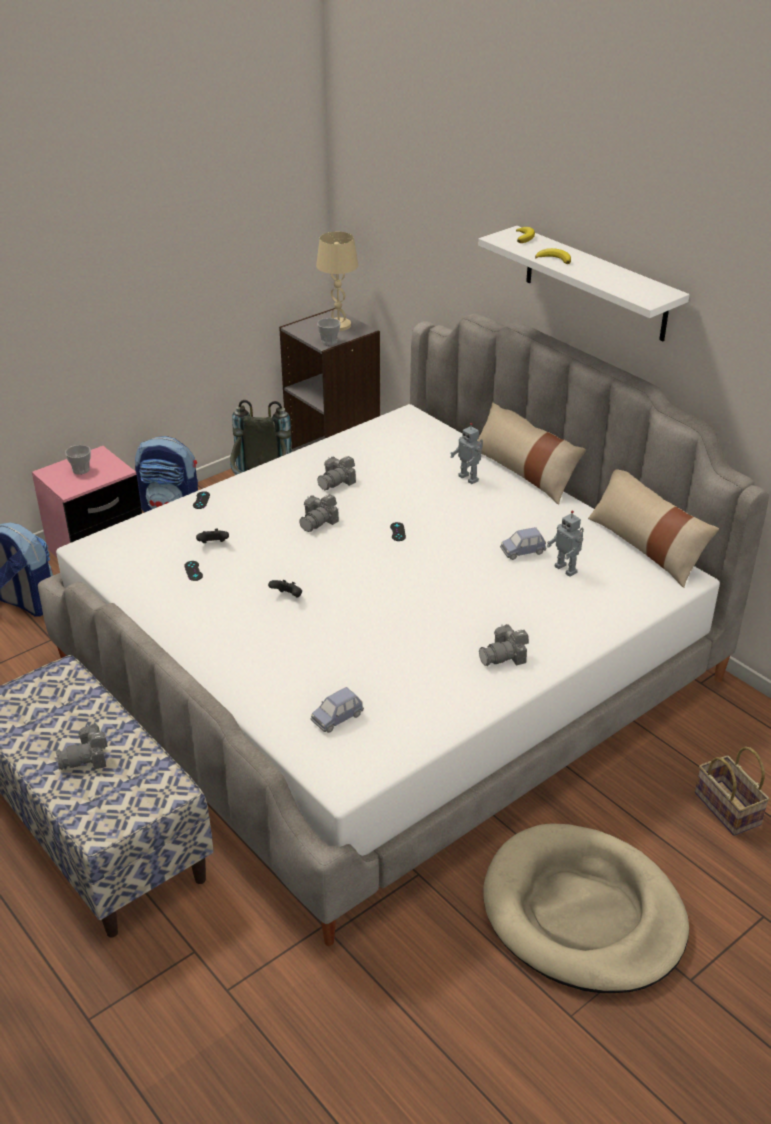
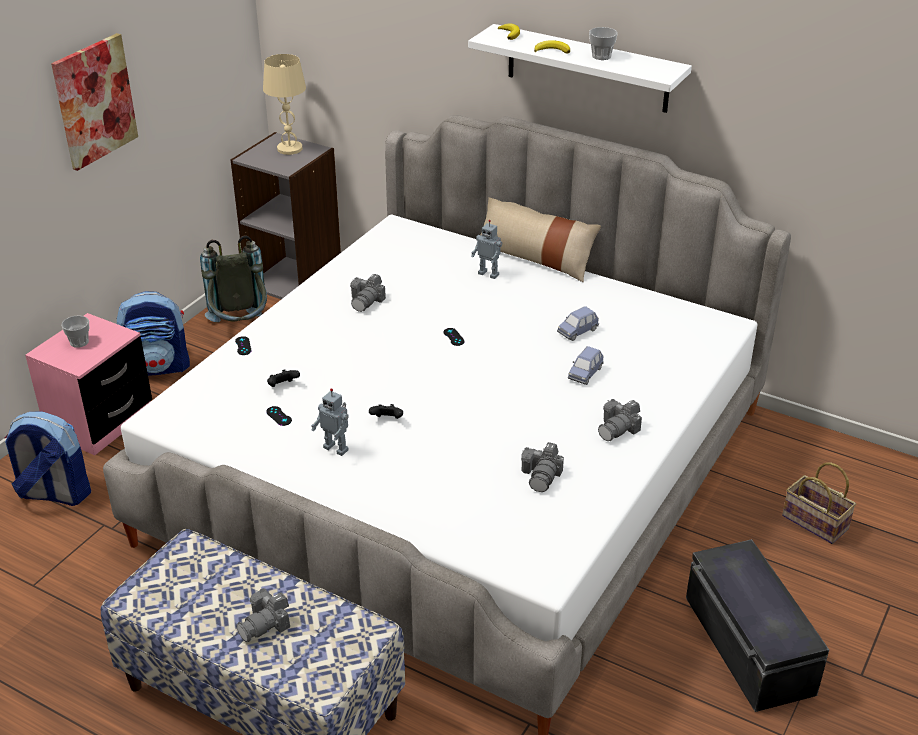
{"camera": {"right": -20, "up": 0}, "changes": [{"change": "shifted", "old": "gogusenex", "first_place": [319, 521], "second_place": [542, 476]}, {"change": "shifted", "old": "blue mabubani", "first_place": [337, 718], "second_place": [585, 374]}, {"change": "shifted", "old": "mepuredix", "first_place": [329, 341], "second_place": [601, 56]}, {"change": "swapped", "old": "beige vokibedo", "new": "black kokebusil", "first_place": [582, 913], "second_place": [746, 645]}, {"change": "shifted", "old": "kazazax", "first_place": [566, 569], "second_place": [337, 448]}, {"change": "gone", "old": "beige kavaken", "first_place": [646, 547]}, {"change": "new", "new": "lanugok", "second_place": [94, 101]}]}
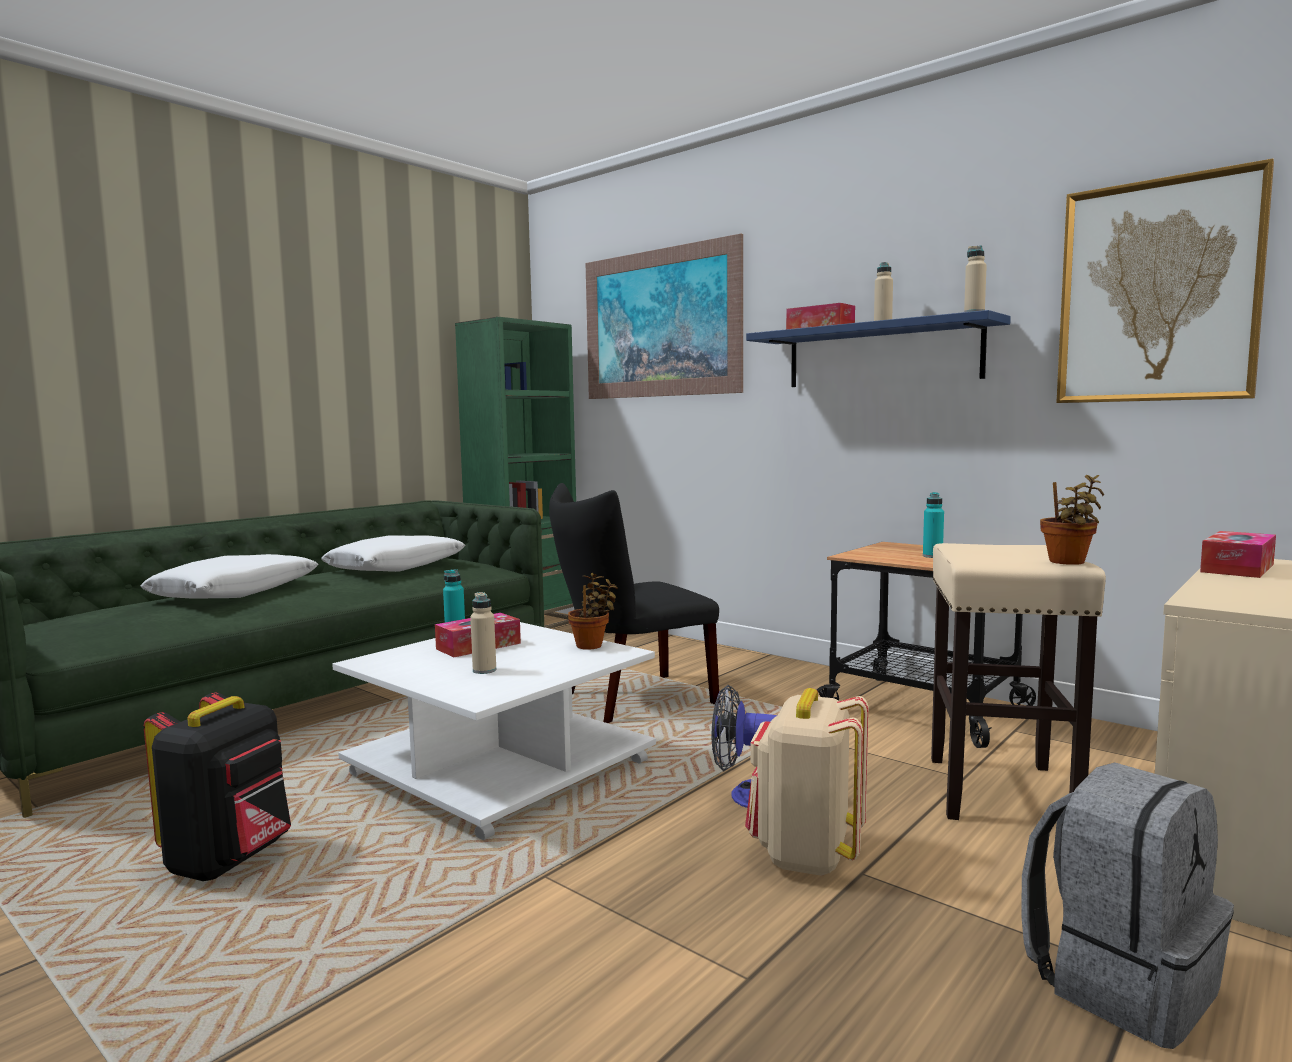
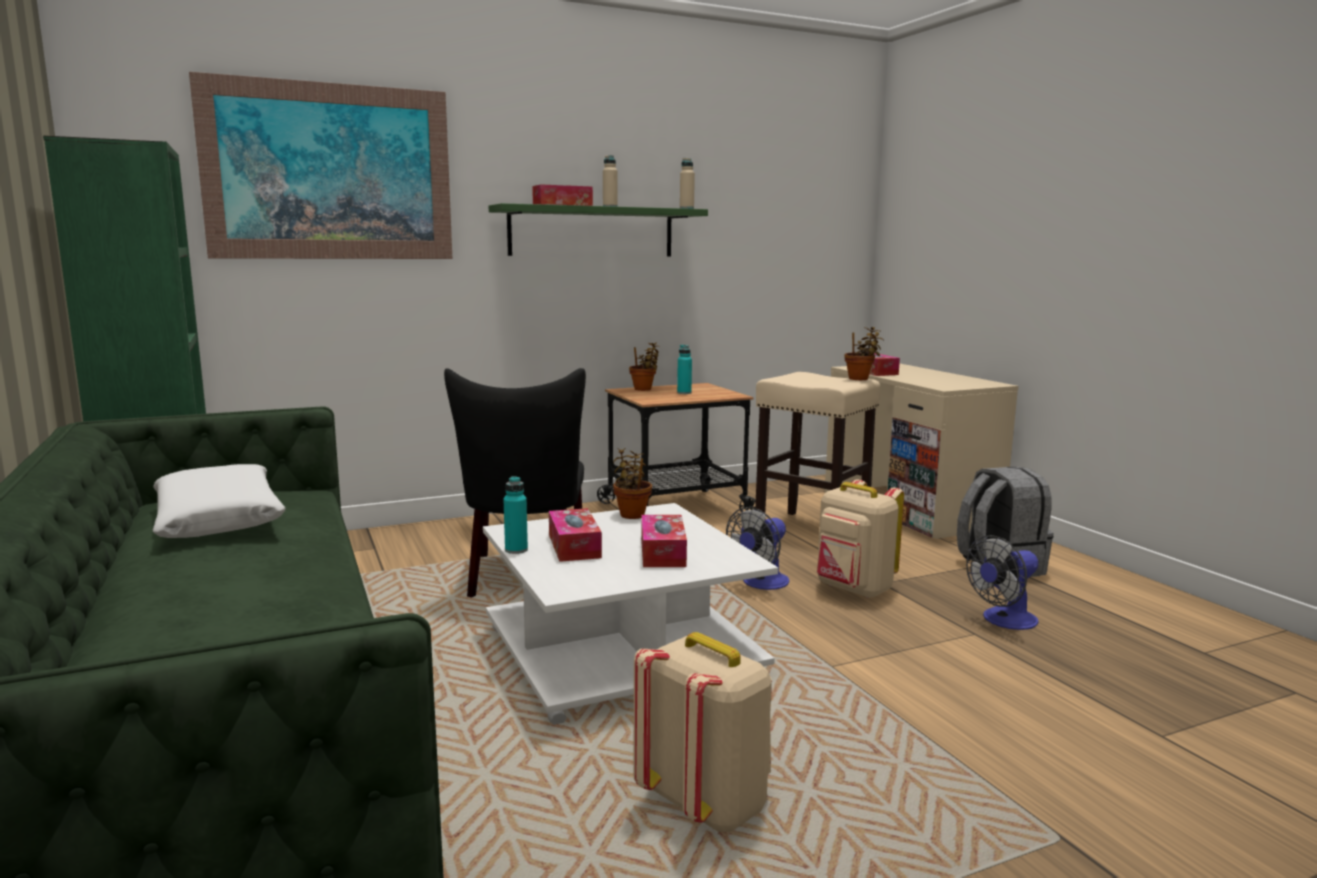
{"camera": {"right": -65, "up": 5}, "changes": [{"change": "gone", "old": "white kavaken", "first_place": [235, 592]}, {"change": "repainted", "old": "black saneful", "new": "beige saneful", "first_place": [230, 860], "second_place": [706, 804]}, {"change": "swapped", "old": "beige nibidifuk", "new": "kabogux", "first_place": [484, 670], "second_place": [662, 552]}, {"change": "repainted", "old": "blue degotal", "new": "green degotal", "first_place": [881, 355], "second_place": [592, 232]}, {"change": "gone", "old": "lanugok", "first_place": [1157, 292]}, {"change": "new", "new": "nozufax", "second_place": [644, 389]}, {"change": "new", "new": "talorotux", "second_place": [1003, 621]}]}
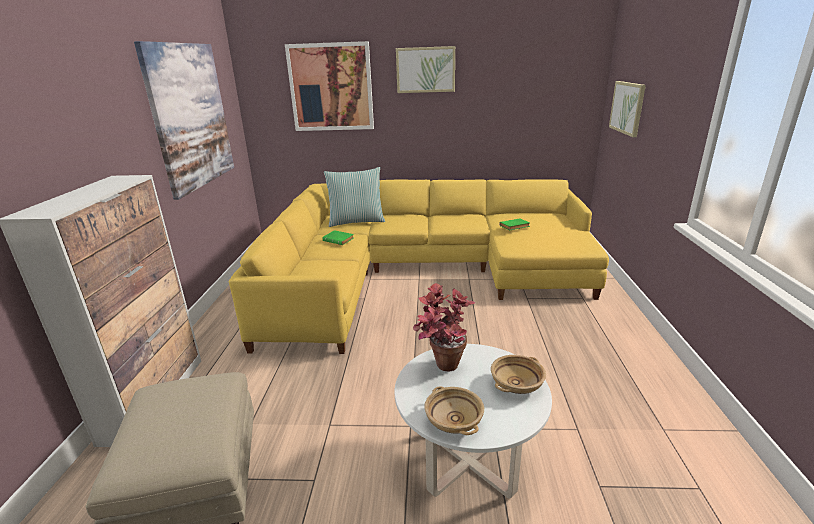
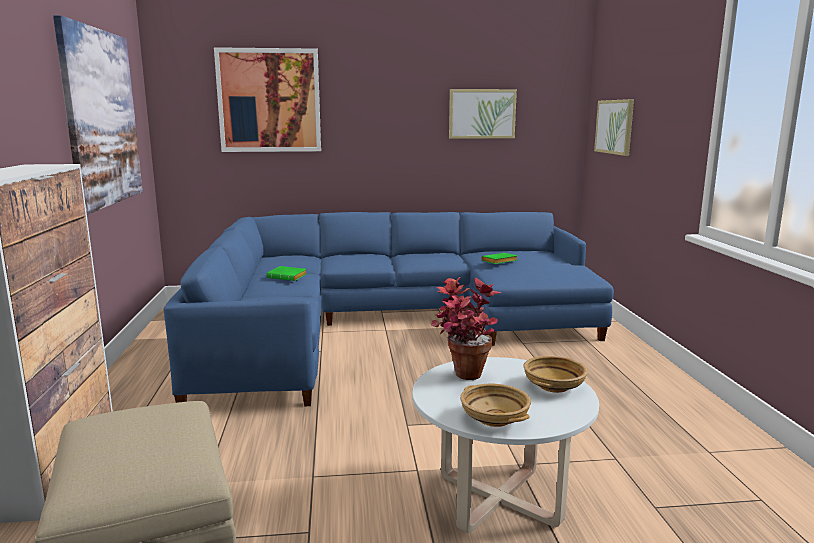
{"camera": {"right": -10, "up": -10}, "changes": [{"change": "repainted", "old": "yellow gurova", "new": "blue gurova", "first_place": [420, 274], "second_place": [385, 325]}, {"change": "gone", "old": "kavaken", "first_place": [356, 221]}, {"change": "shifted", "old": "lanugok", "first_place": [425, 70], "second_place": [482, 114]}]}
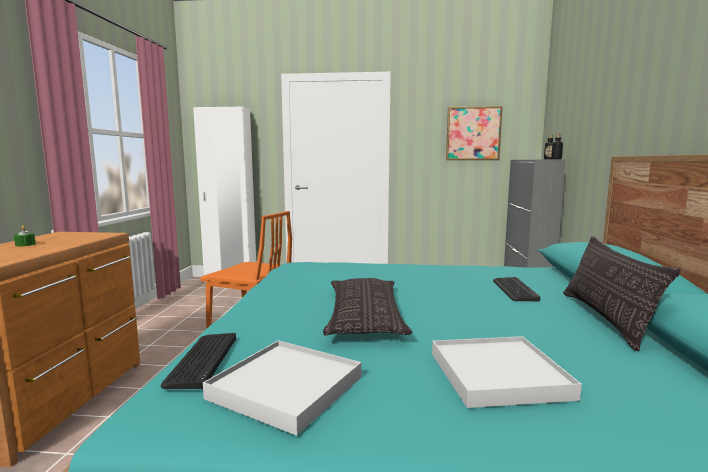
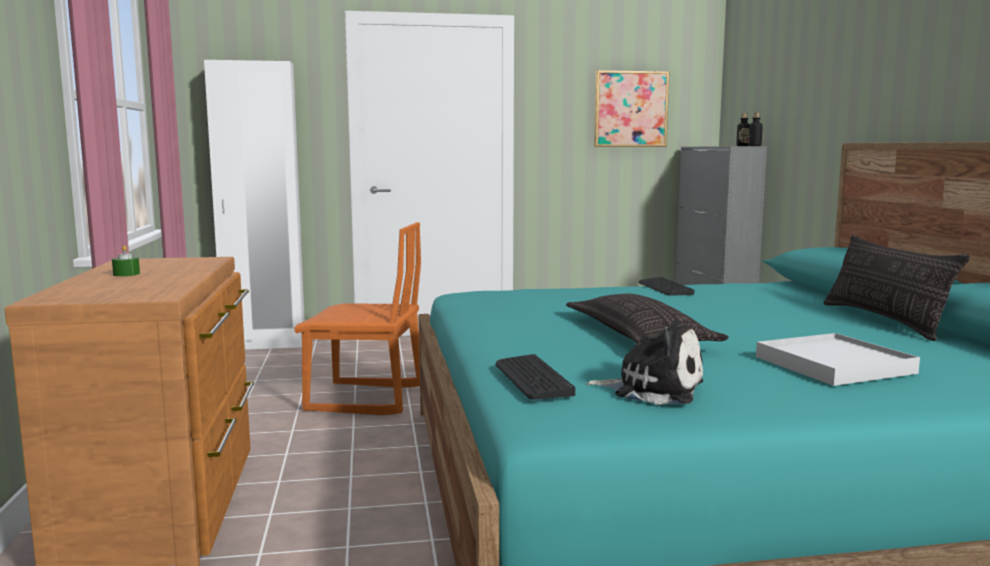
{"camera": {"right": -15, "up": 0}, "changes": [{"change": "swapped", "old": "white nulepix", "new": "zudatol", "first_place": [286, 387], "second_place": [652, 389]}, {"change": "shifted", "old": "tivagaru", "first_place": [514, 290], "second_place": [664, 288]}]}
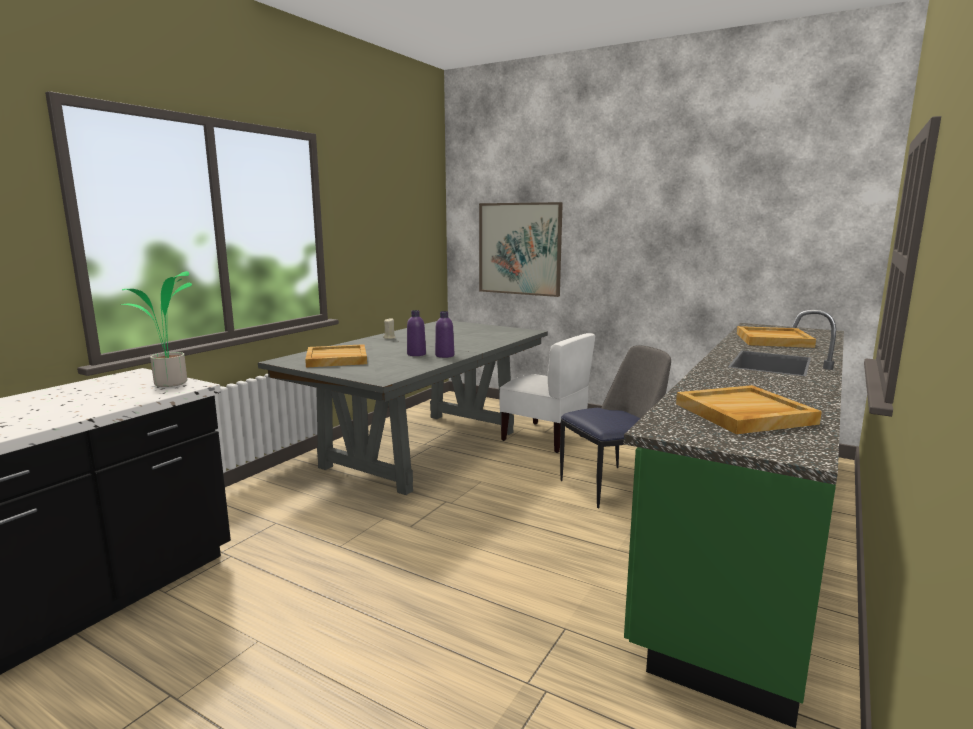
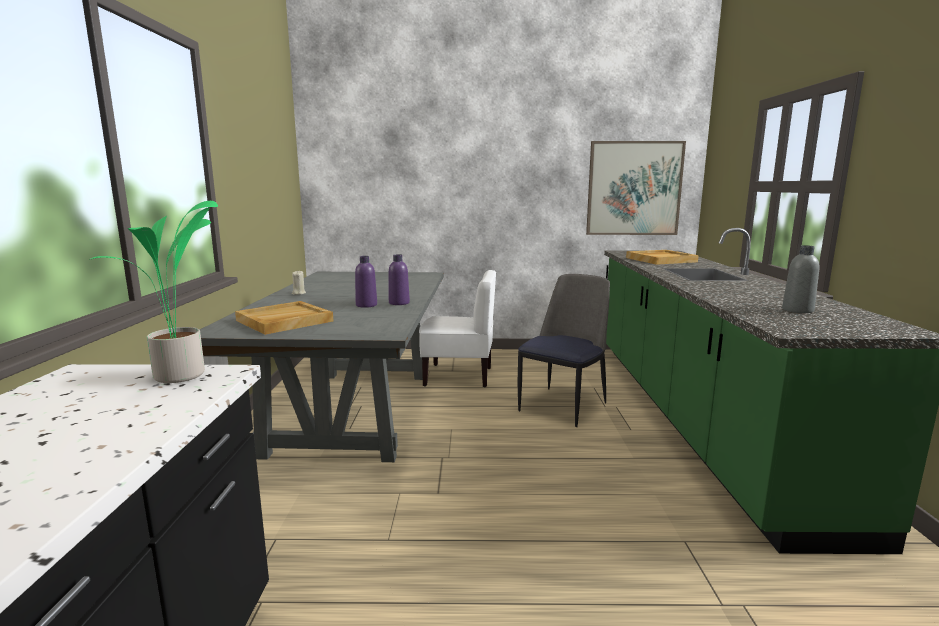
{"camera": {"right": -30, "up": 0}, "changes": [{"change": "shifted", "old": "lanugok", "first_place": [519, 249], "second_place": [634, 188]}, {"change": "swapped", "old": "beige nulepix", "new": "grey nibidifuk", "first_place": [744, 414], "second_place": [797, 310]}]}
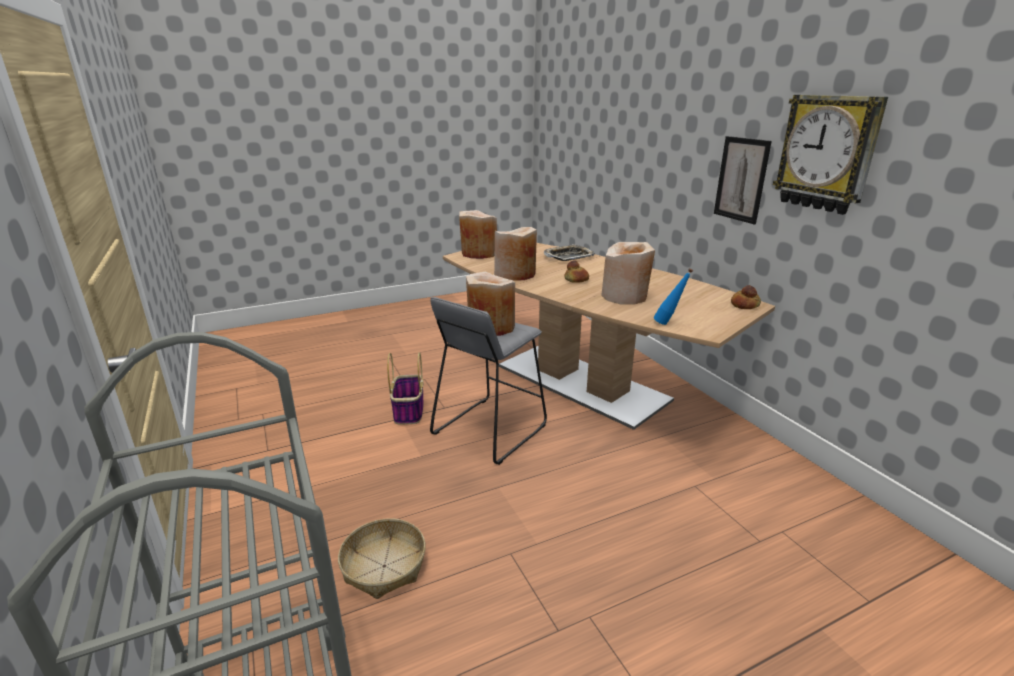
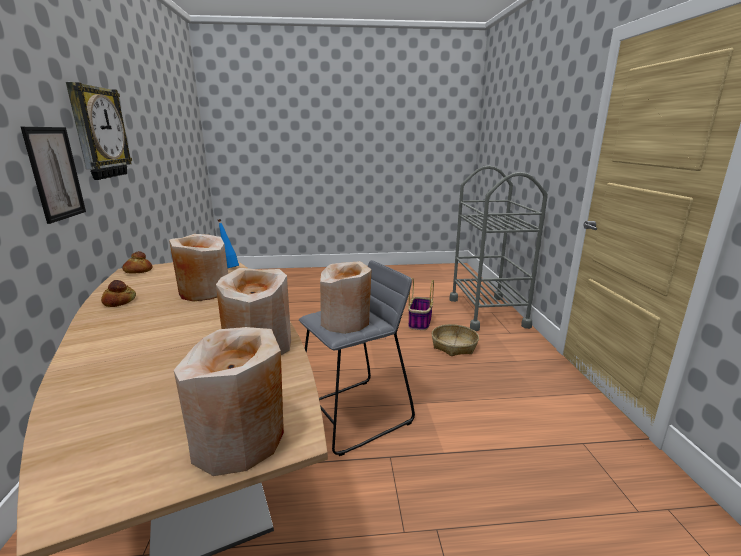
{"camera": {"right": -160, "up": -5}, "changes": [{"change": "shifted", "old": "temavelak", "first_place": [408, 411], "second_place": [420, 322]}, {"change": "gone", "old": "nulepix", "first_place": [568, 256]}, {"change": "shifted", "old": "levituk", "first_place": [576, 280], "second_place": [120, 301]}]}
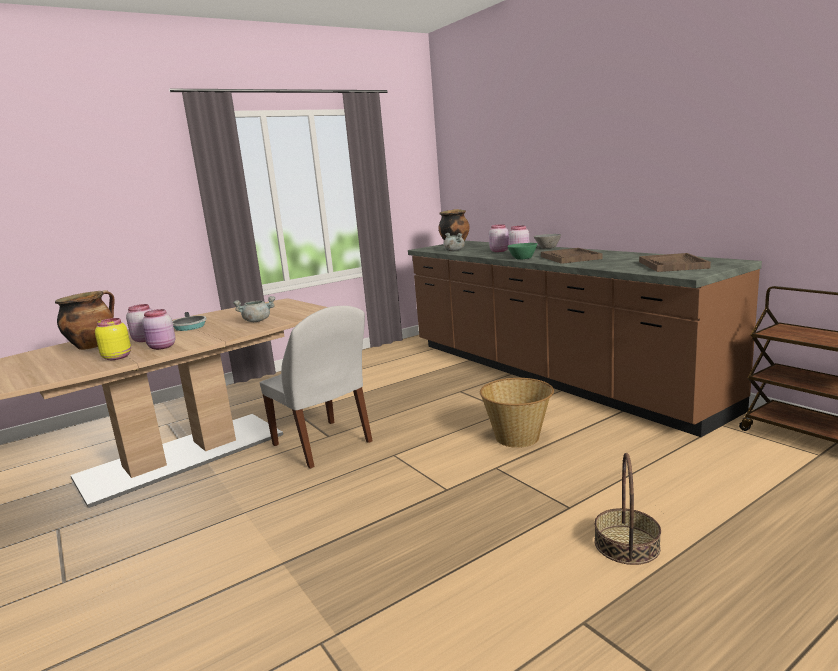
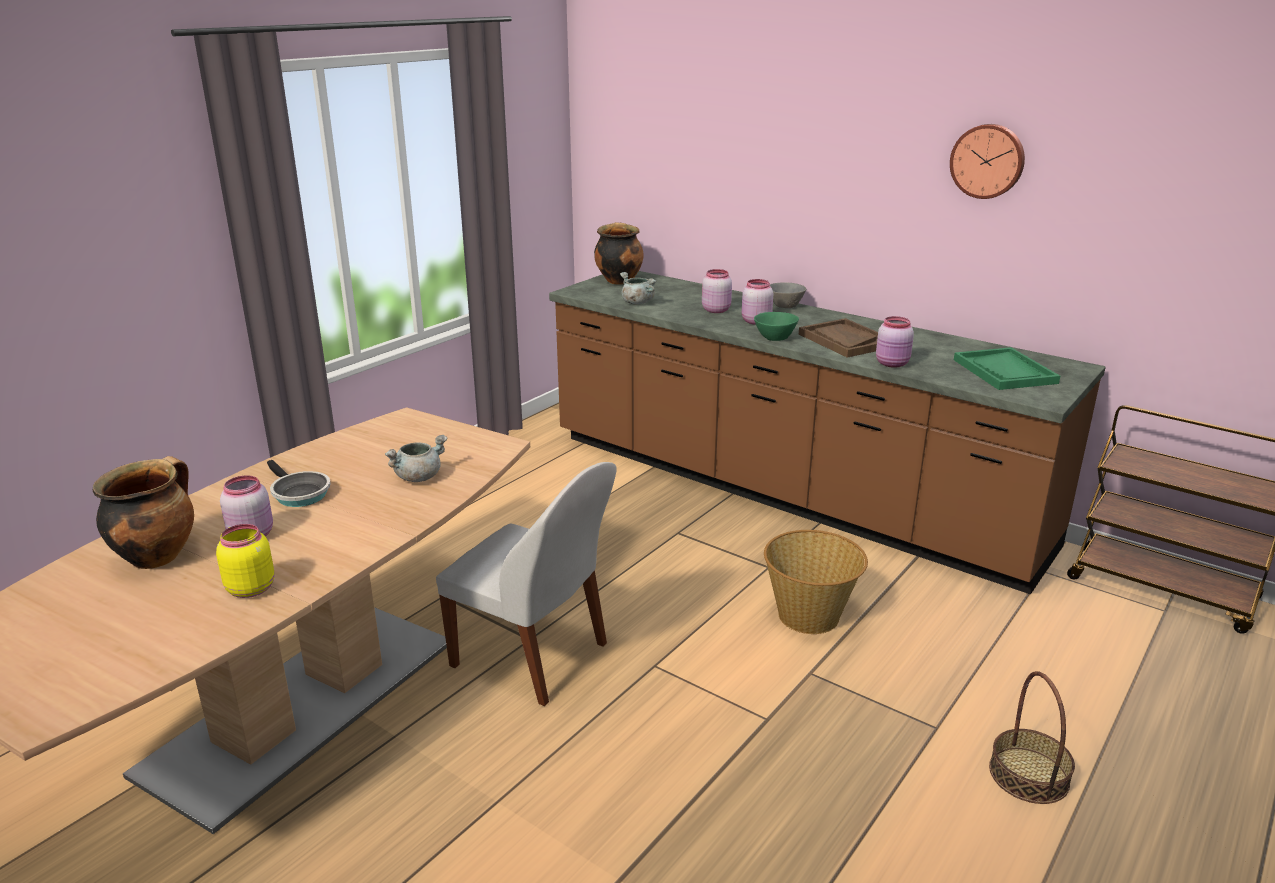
{"camera": {"right": -20, "up": 10}, "changes": [{"change": "shifted", "old": "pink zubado", "first_place": [162, 347], "second_place": [893, 364]}, {"change": "repainted", "old": "brown nulepix", "new": "green nulepix", "first_place": [673, 265], "second_place": [1005, 371]}, {"change": "new", "new": "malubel", "second_place": [988, 161]}]}
